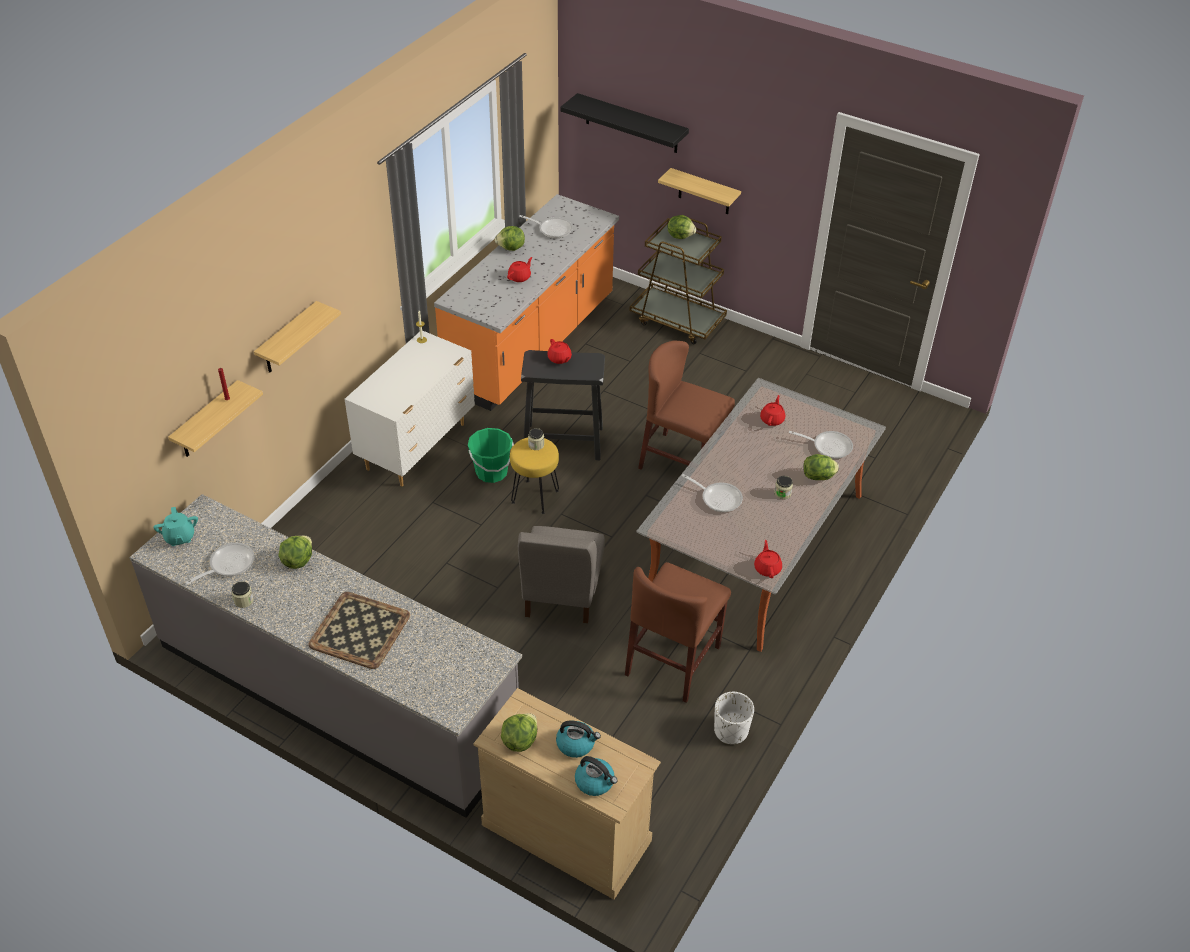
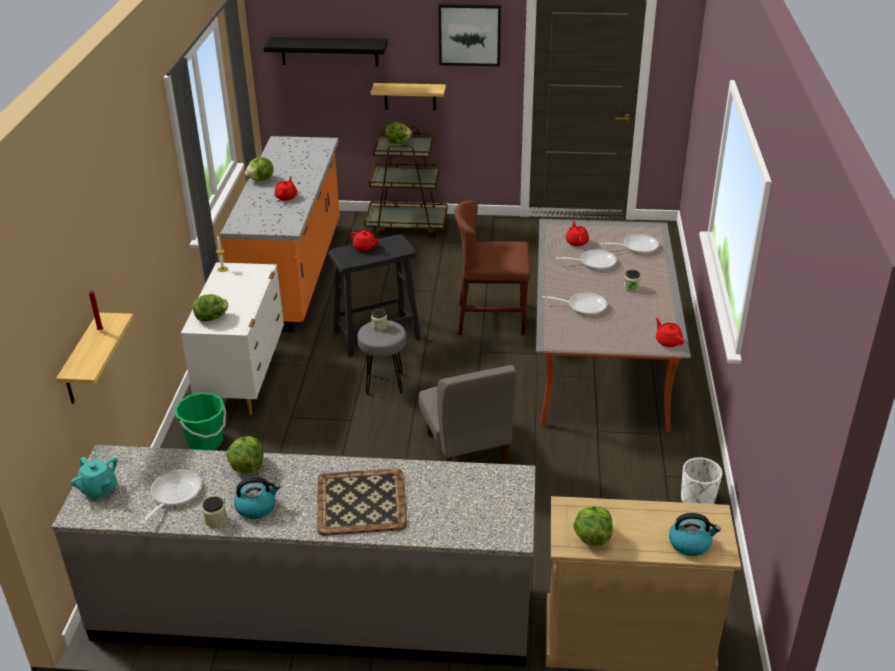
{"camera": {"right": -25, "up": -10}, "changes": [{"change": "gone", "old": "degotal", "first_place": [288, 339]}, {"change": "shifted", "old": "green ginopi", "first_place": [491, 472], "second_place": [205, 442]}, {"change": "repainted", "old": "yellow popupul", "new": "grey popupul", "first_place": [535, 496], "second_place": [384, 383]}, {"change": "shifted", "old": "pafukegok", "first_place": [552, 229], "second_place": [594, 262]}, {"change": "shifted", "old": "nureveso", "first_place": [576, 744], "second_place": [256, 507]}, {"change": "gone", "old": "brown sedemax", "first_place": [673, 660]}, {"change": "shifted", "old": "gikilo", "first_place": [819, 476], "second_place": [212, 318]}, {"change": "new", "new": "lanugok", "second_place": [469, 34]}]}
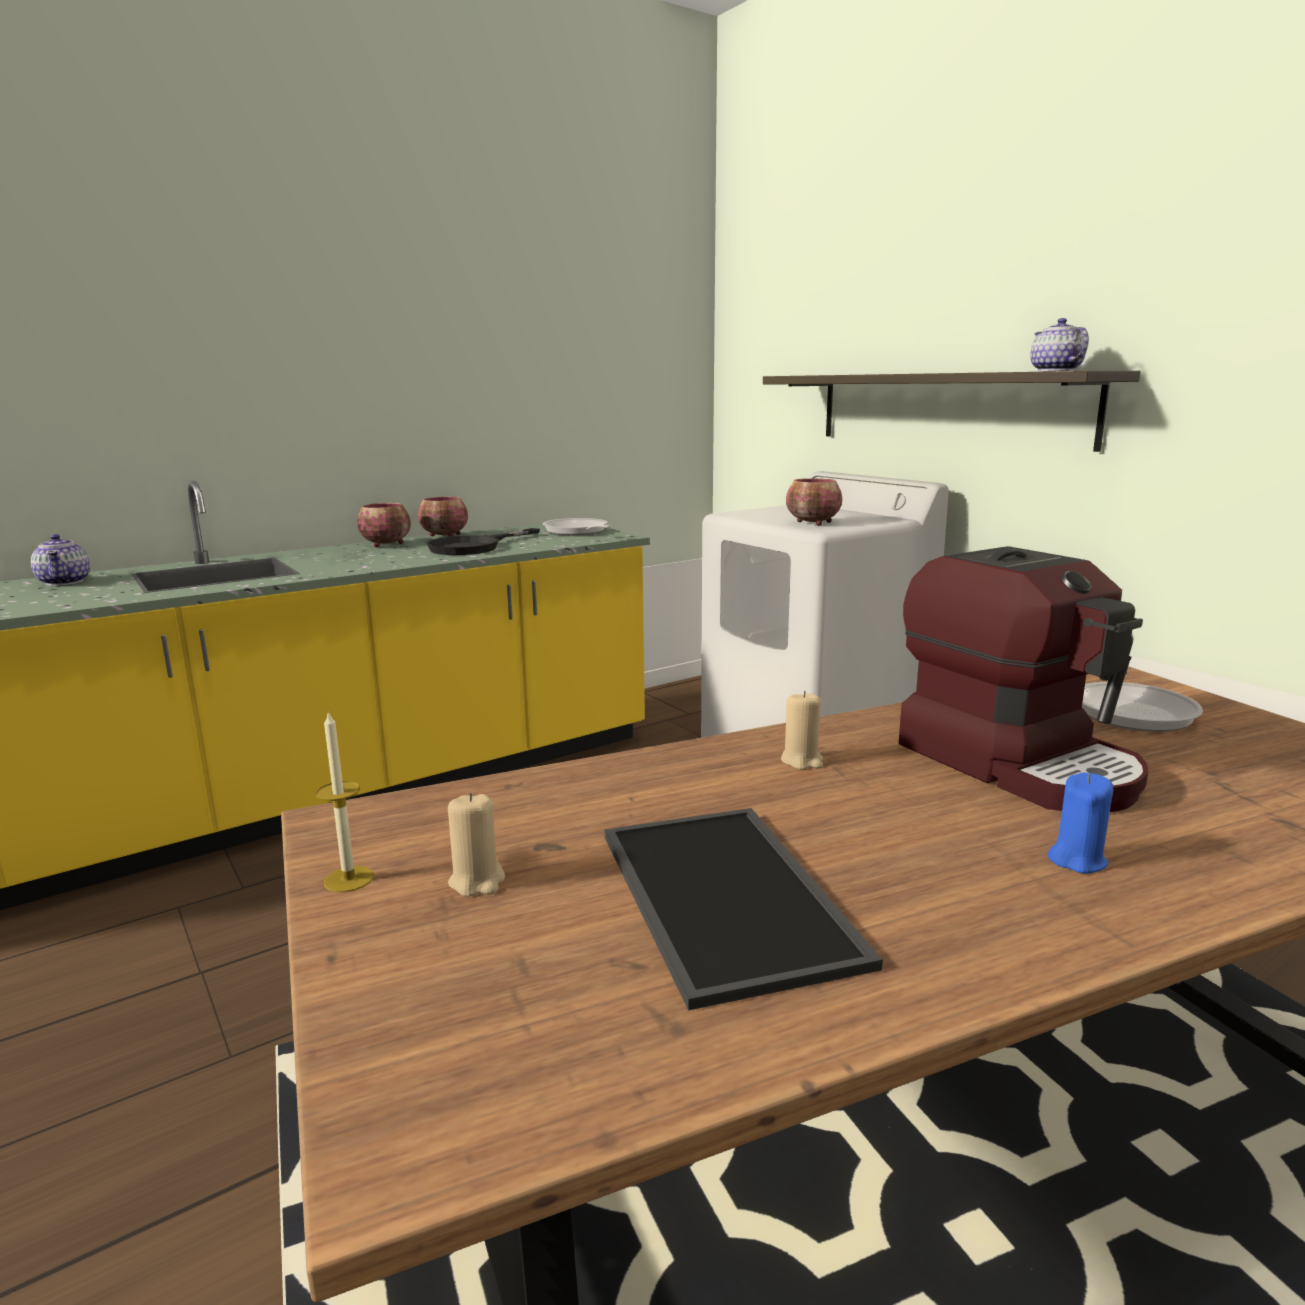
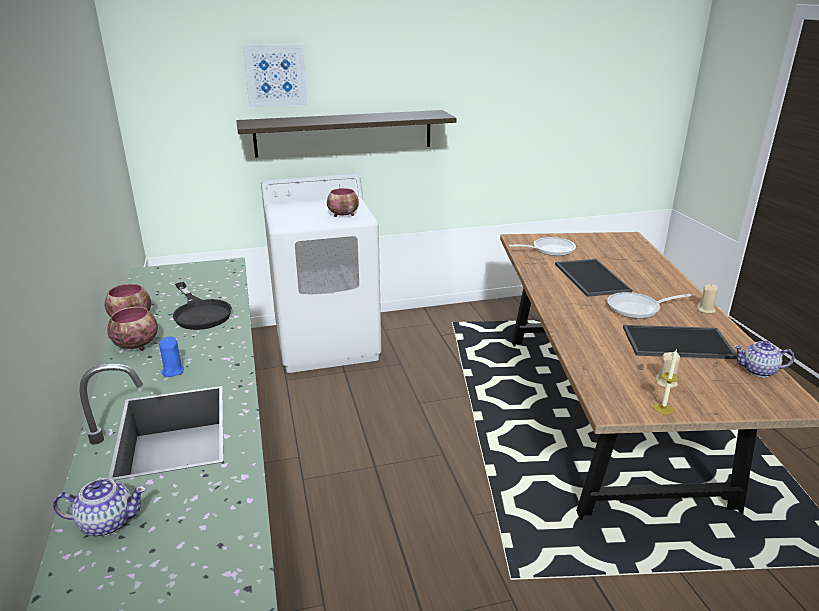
{"camera": {"right": -70, "up": 10}, "changes": [{"change": "shifted", "old": "pafukegok", "first_place": [577, 532], "second_place": [638, 308]}, {"change": "shifted", "old": "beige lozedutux", "first_place": [802, 761], "second_place": [706, 310]}, {"change": "swapped", "old": "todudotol", "new": "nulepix", "first_place": [1019, 763], "second_place": [590, 277]}, {"change": "shifted", "old": "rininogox", "first_place": [1055, 371], "second_place": [759, 371]}, {"change": "shifted", "old": "blue lozedutux", "first_place": [1077, 860], "second_place": [173, 371]}, {"change": "new", "new": "lanugok", "second_place": [275, 75]}]}
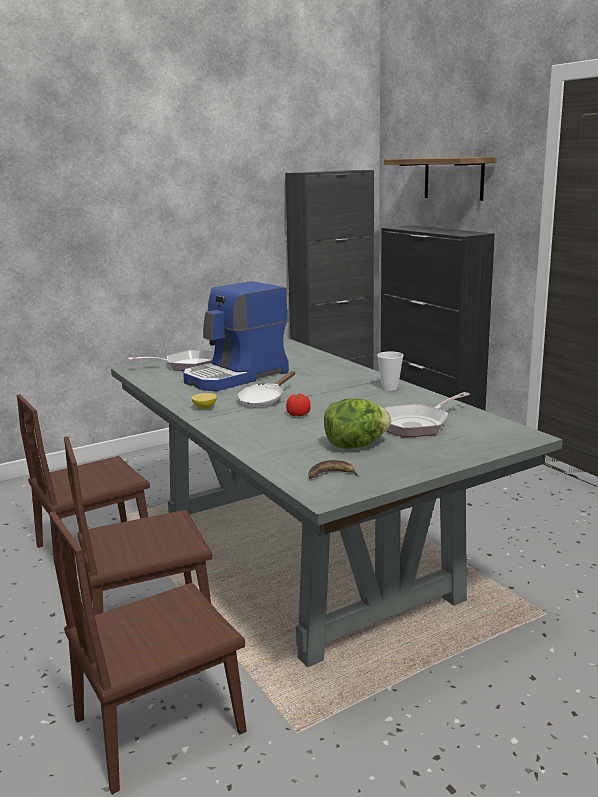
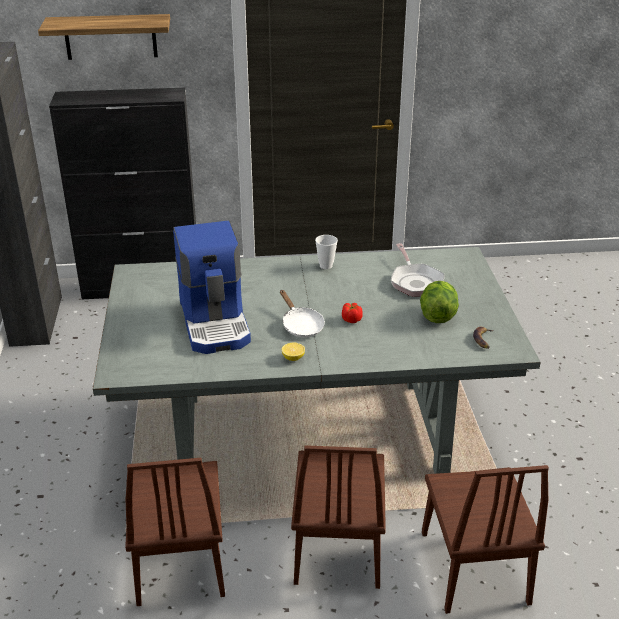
{"camera": {"right": -65, "up": 15}, "changes": [{"change": "gone", "old": "pafukegok", "first_place": [187, 365]}]}
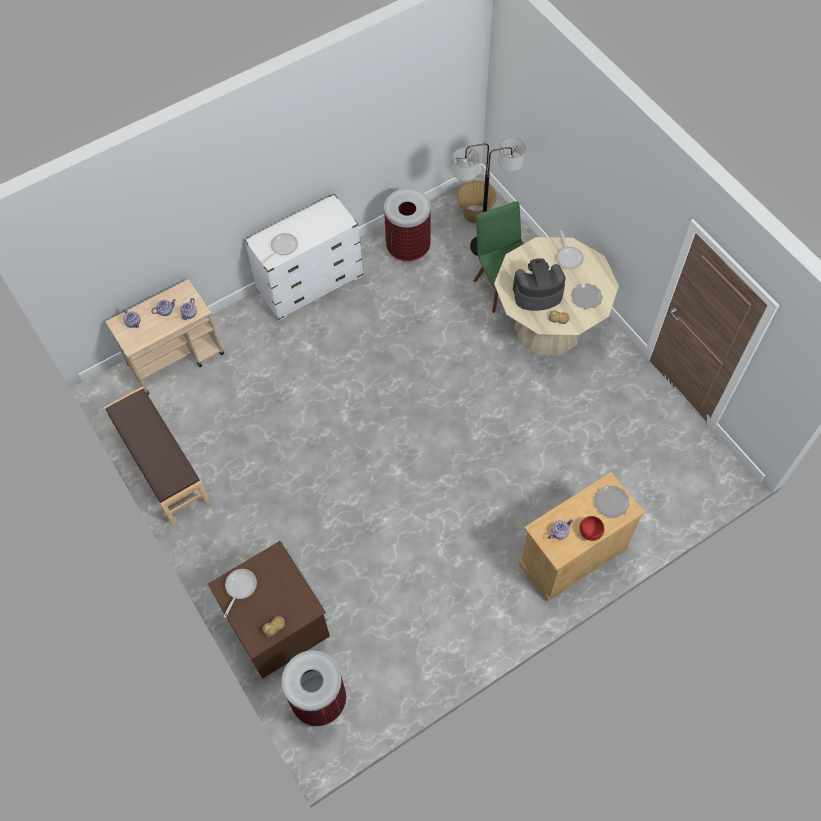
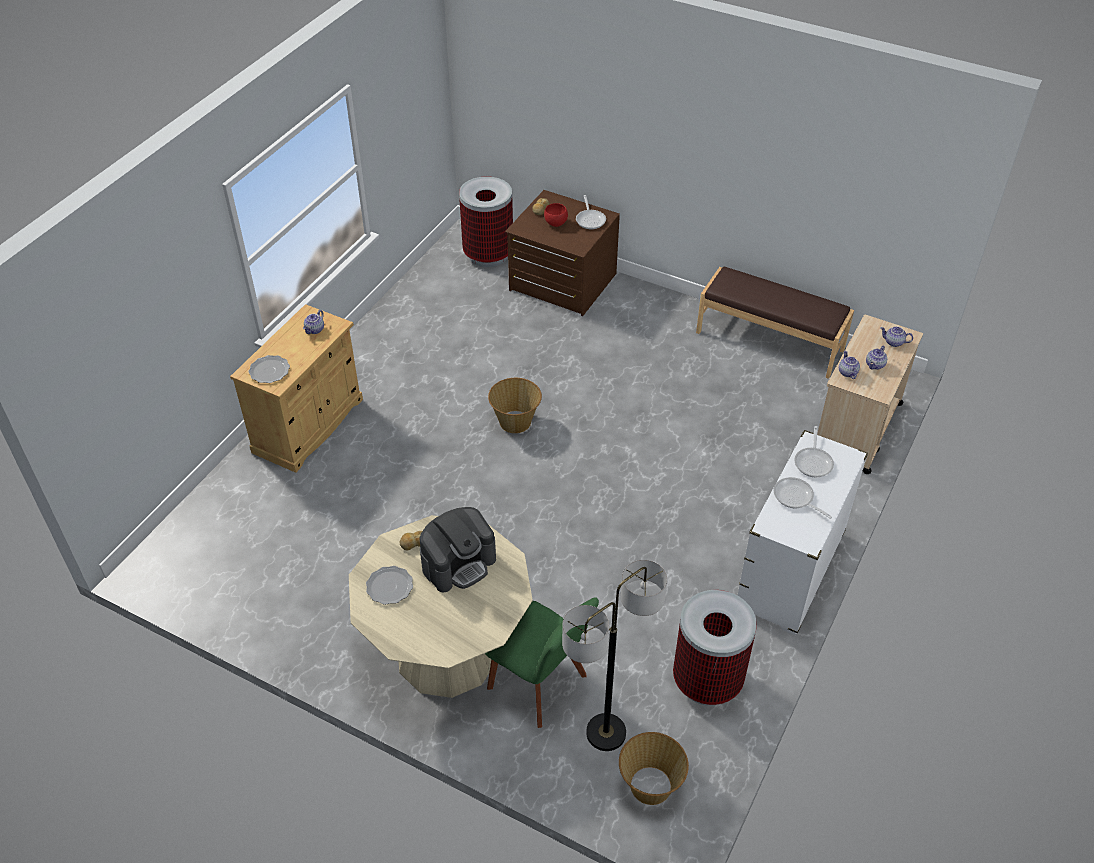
{"camera": {"right": 150, "up": -15}, "changes": [{"change": "shifted", "old": "pafukegok", "first_place": [569, 257], "second_place": [796, 498]}, {"change": "shifted", "old": "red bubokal", "first_place": [591, 532], "second_place": [555, 223]}, {"change": "new", "new": "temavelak", "second_place": [515, 422]}]}
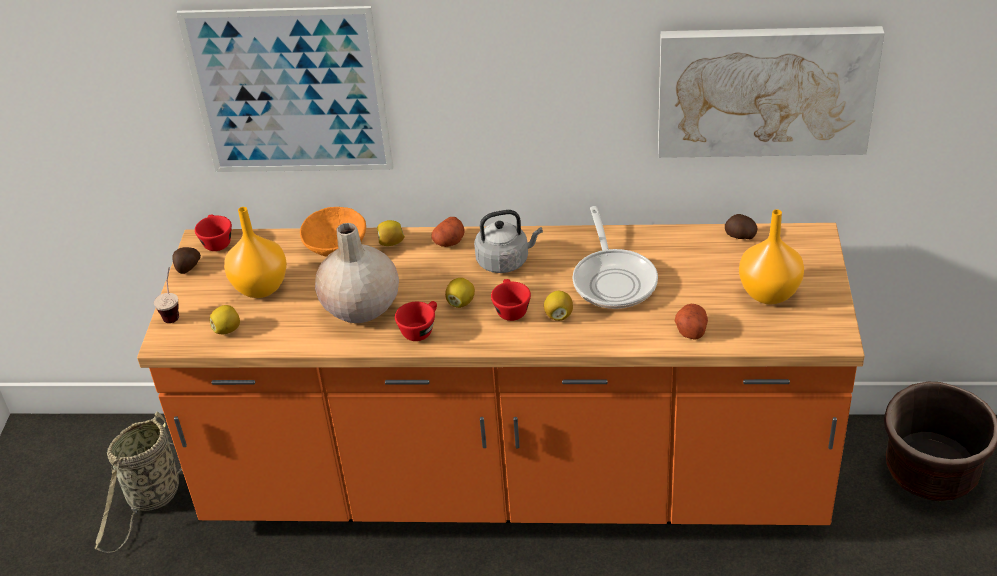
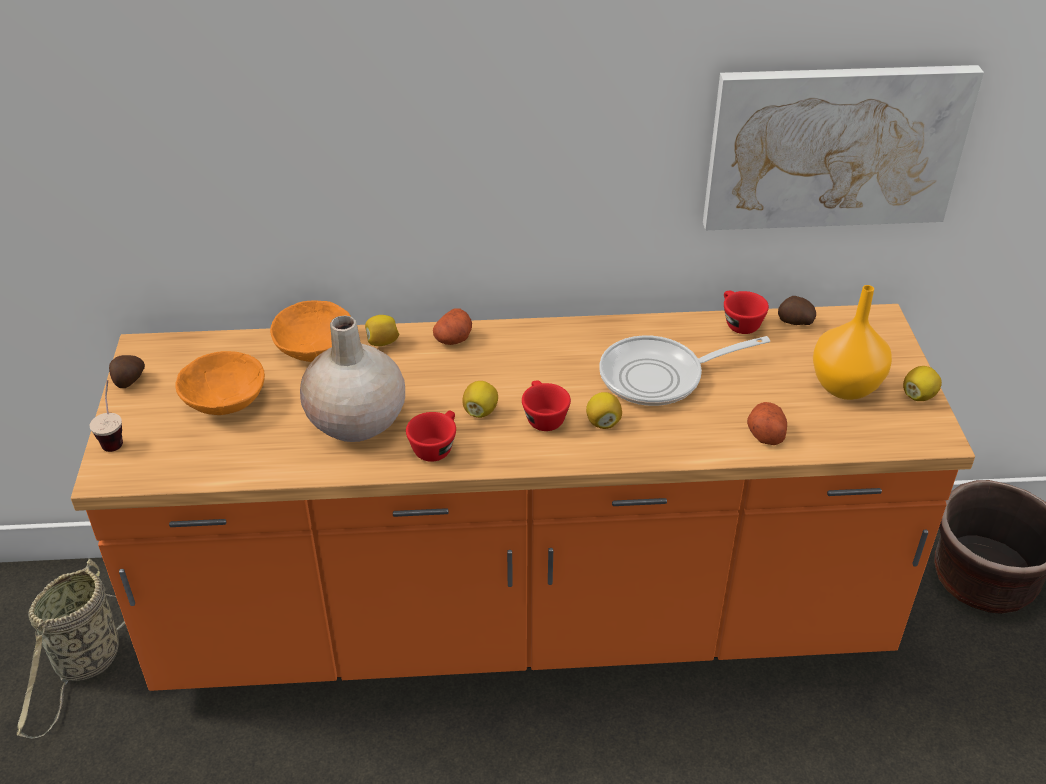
{"camera": {"right": -10, "up": 0}, "changes": [{"change": "gone", "old": "lanugok", "first_place": [289, 92]}, {"change": "shifted", "old": "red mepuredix", "first_place": [216, 241], "second_place": [738, 323]}, {"change": "shifted", "old": "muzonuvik", "first_place": [227, 329], "second_place": [918, 396]}, {"change": "swapped", "old": "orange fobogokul", "new": "orange bubokal", "first_place": [259, 287], "second_place": [224, 402]}, {"change": "gone", "old": "grey nureveso", "first_place": [505, 261]}, {"change": "rotated", "old": "pafukegok", "first_place": [613, 279], "second_place": [660, 377], "degrees": 90}]}
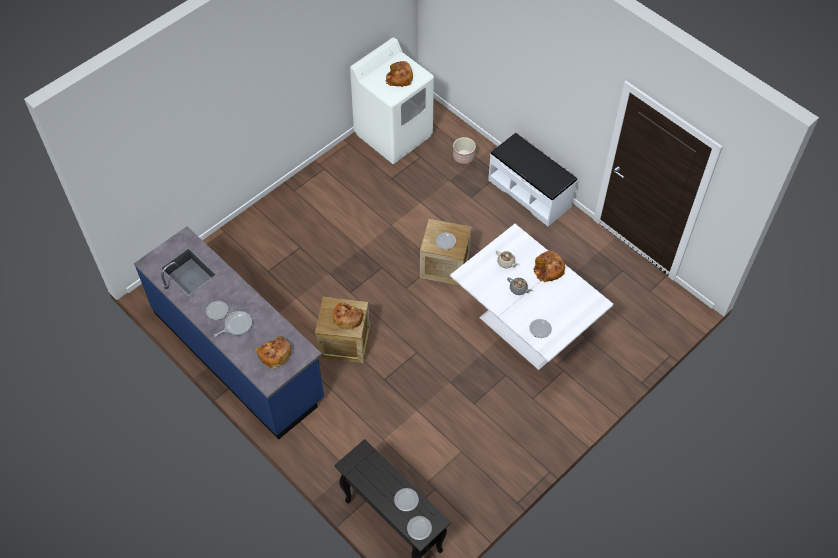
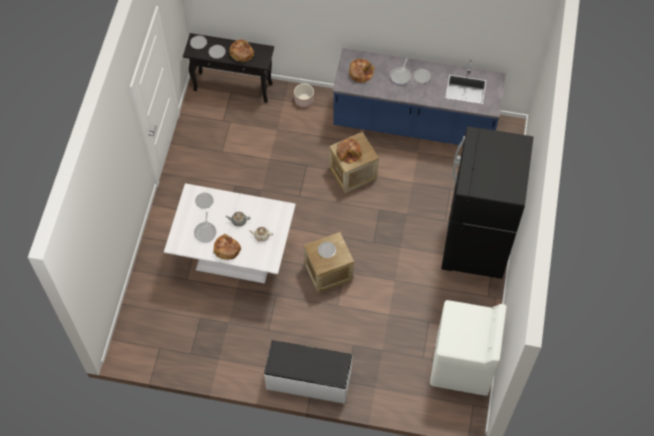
{"camera": {"right": 145, "up": 5}, "changes": [{"change": "shifted", "old": "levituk", "first_place": [399, 78], "second_place": [242, 53]}, {"change": "shifted", "old": "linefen", "first_place": [463, 156], "second_place": [304, 100]}, {"change": "new", "new": "pafukegok", "second_place": [205, 232]}, {"change": "new", "new": "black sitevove", "second_place": [475, 244]}]}
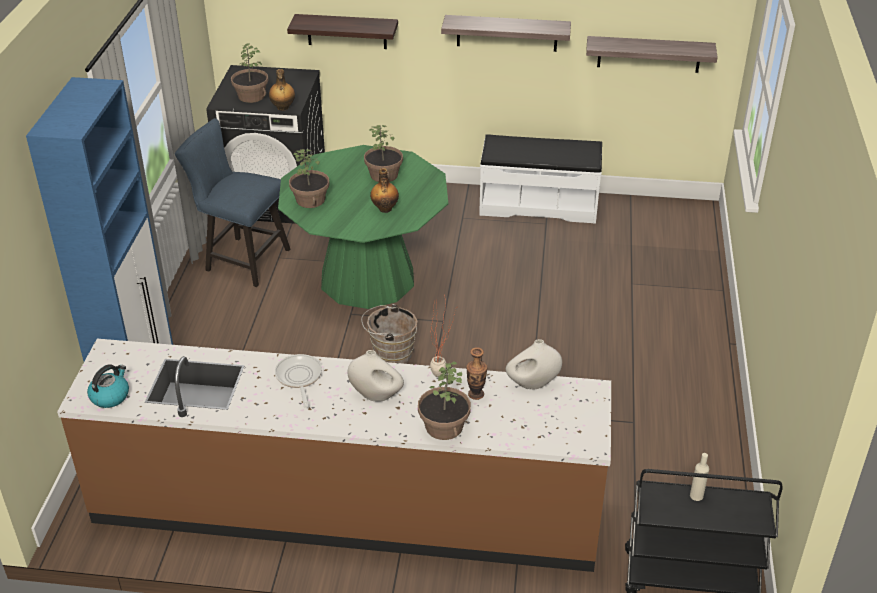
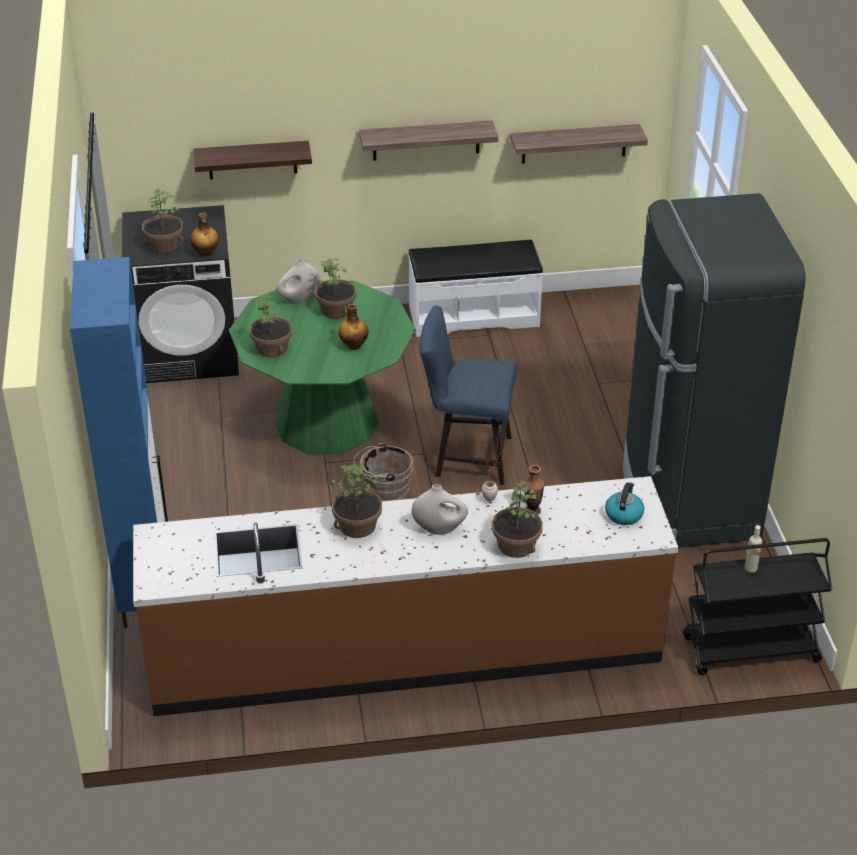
{"camera": {"right": -15, "up": 0}, "changes": [{"change": "shifted", "old": "nureveso", "first_place": [110, 396], "second_place": [623, 514]}, {"change": "shifted", "old": "blue sedemax", "first_place": [242, 259], "second_place": [466, 457]}, {"change": "swapped", "old": "pafukegok", "new": "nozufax", "first_place": [299, 378], "second_place": [357, 526]}, {"change": "shifted", "old": "white fobogokul", "first_place": [532, 384], "second_place": [299, 300]}, {"change": "new", "new": "black sitevove", "second_place": [687, 499]}]}
